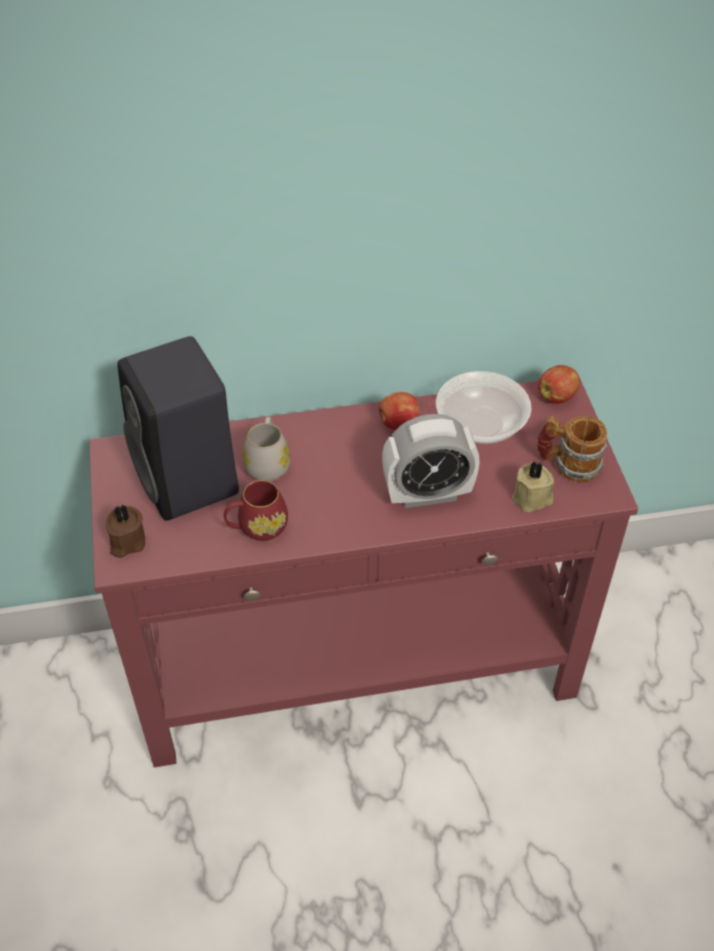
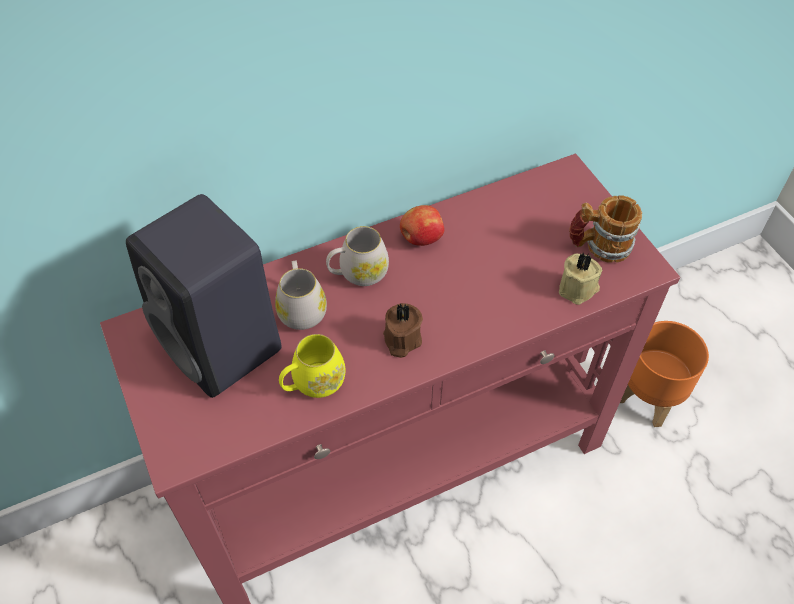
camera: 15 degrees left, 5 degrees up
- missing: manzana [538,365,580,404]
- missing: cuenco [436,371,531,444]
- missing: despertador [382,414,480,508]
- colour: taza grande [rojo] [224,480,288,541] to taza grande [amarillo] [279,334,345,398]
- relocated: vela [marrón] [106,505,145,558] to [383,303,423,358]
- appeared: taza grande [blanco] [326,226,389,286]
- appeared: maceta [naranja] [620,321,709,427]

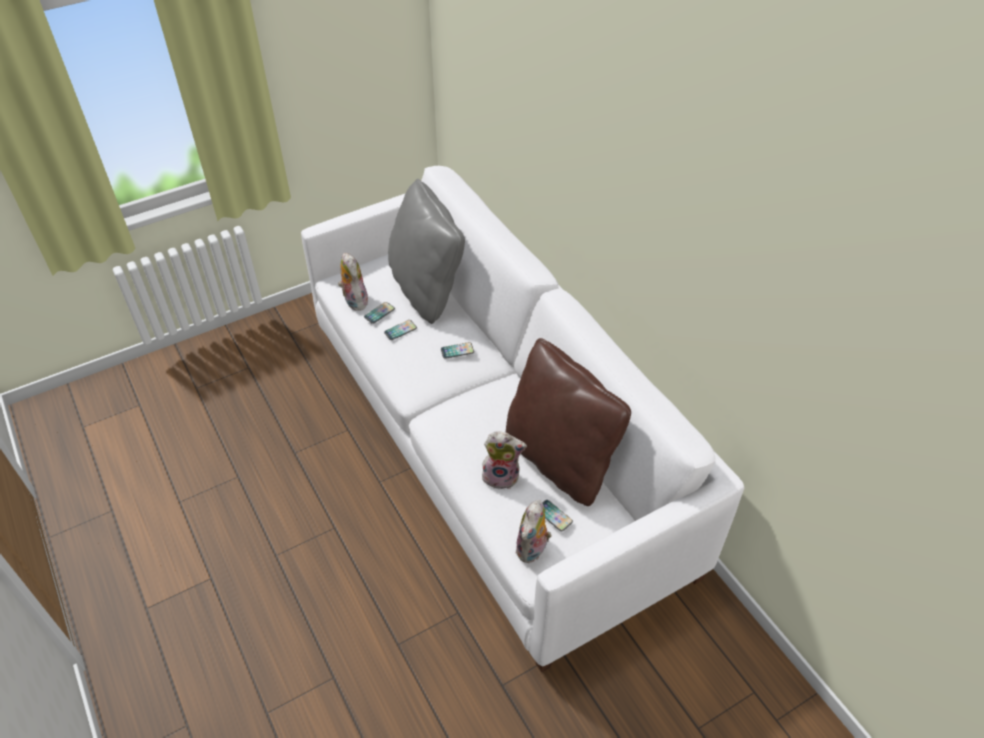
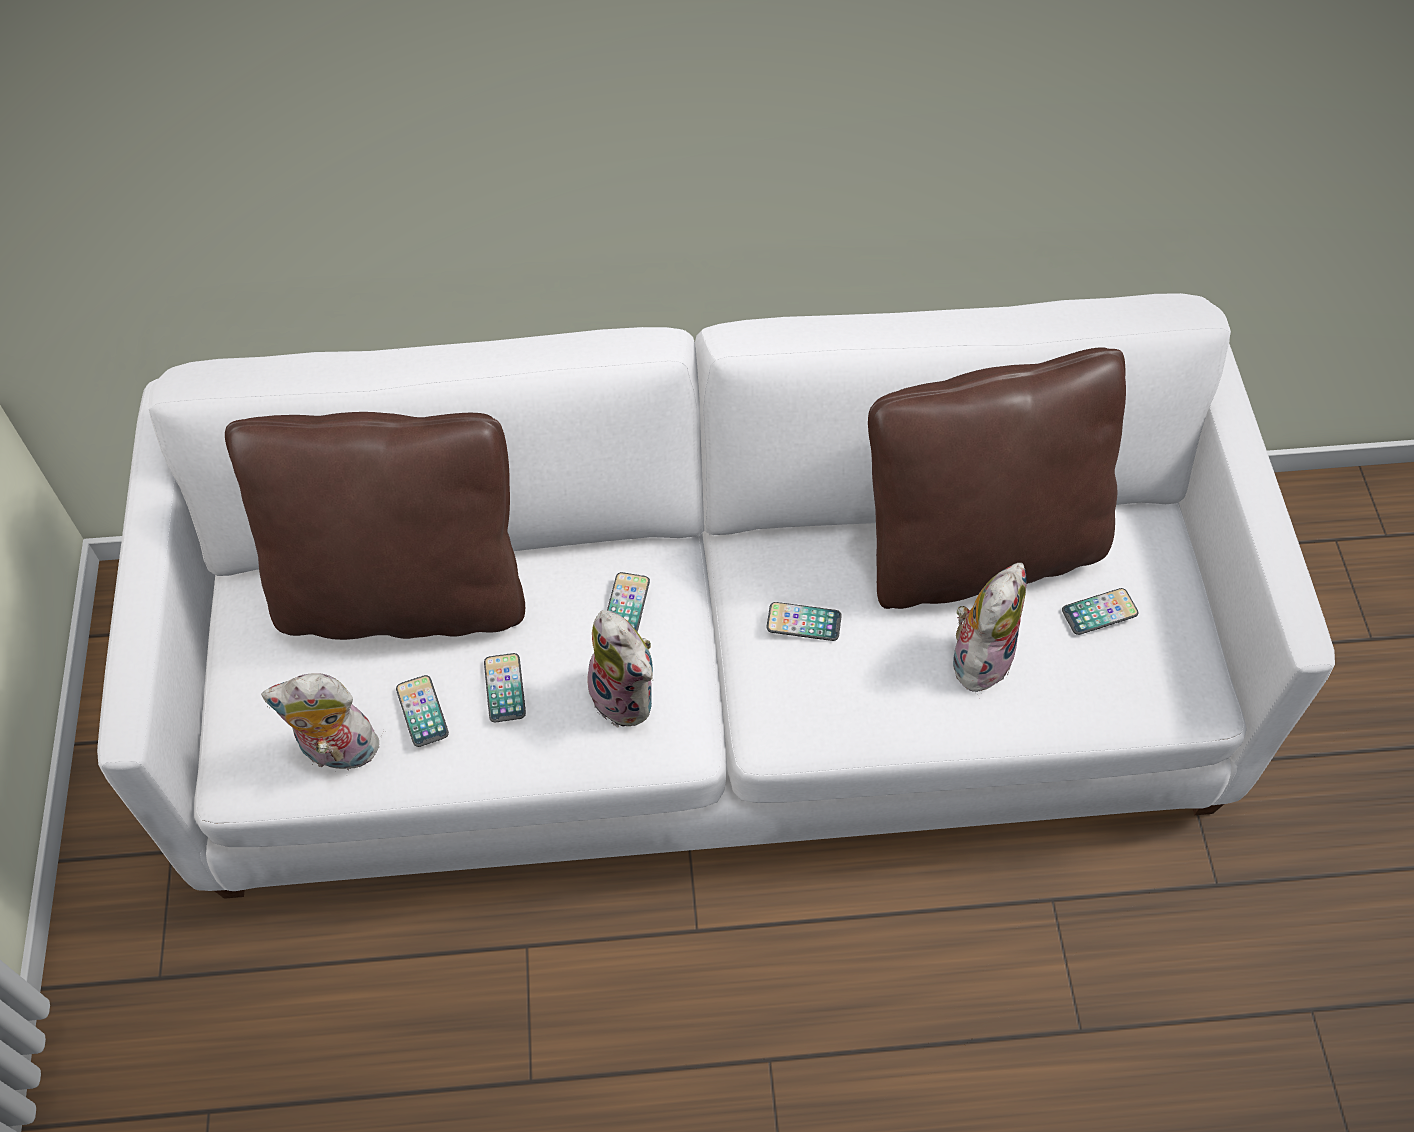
camera: 65 degrees left, 10 degrees up
- colour: cojín [gris] [388,179,465,324] to cojín [marrón] [225,412,525,640]
- relocated: peluche [515,500,552,563] to [587,610,653,728]
- appeared: móvil [767,602,842,641]

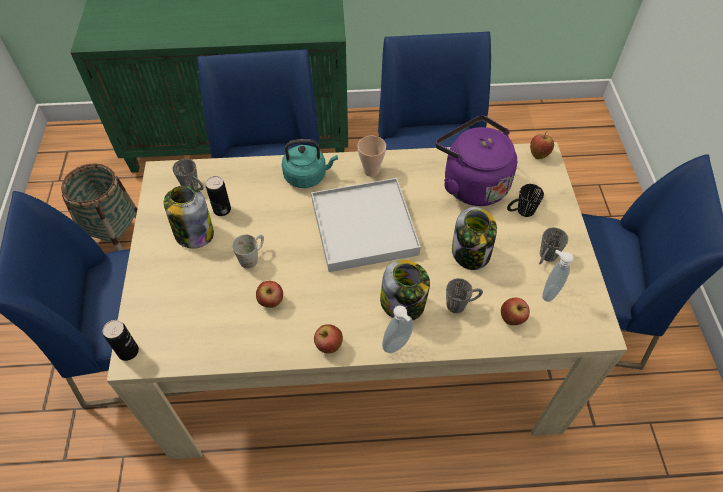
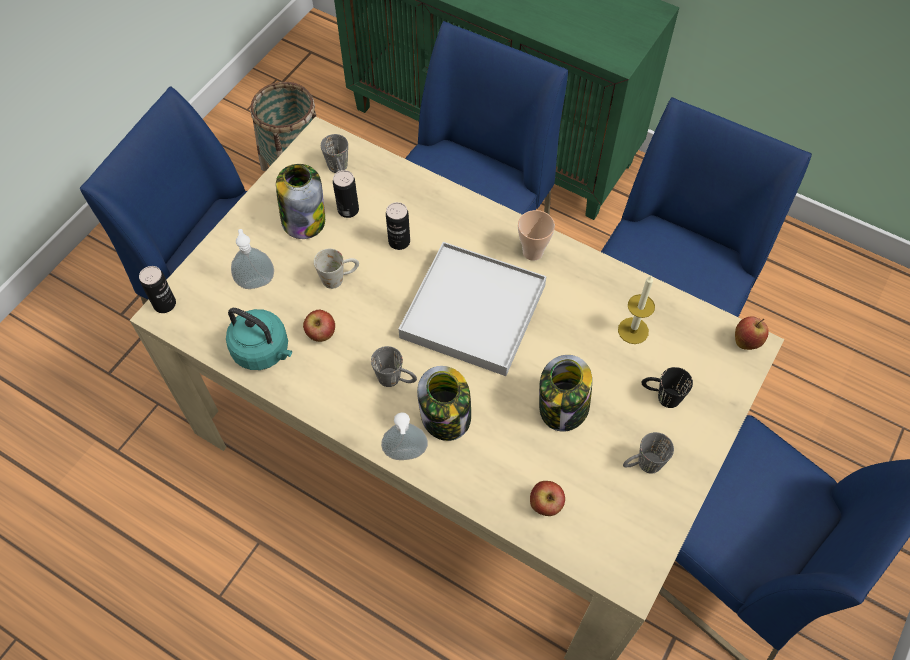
camera: 35 degrees right, 5 degrees up
- exchanged: hervidor [morado] [436,115,517,206] to vela [618,276,655,344]
- relocated: hervidor [turquesa] [282,139,338,188] to [226,308,292,370]
- relocated: dispensador de jabón [542,250,574,302] to [231,229,274,289]
- relocated: taza grande [gris] [446,278,483,313] to [371,346,417,387]
- missing: manzana [314,324,343,354]
- appeared: lata [386,202,410,250]

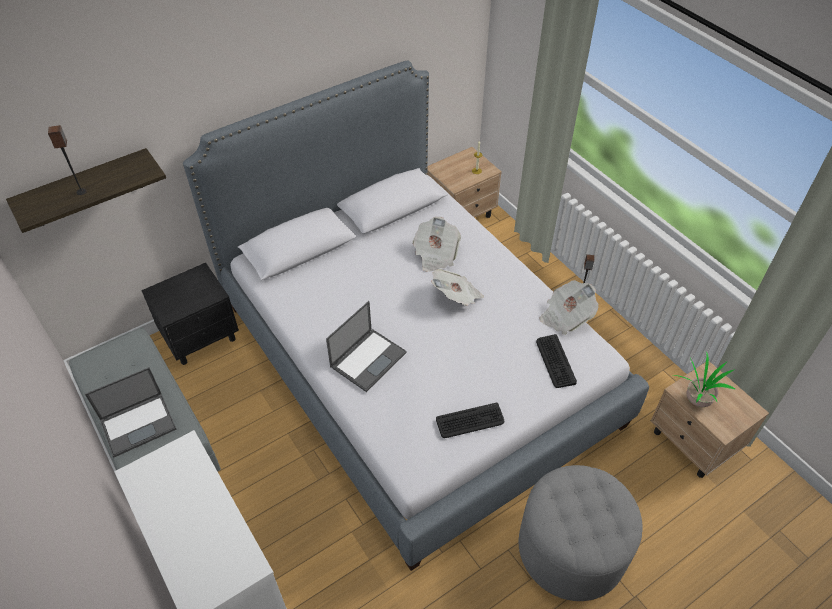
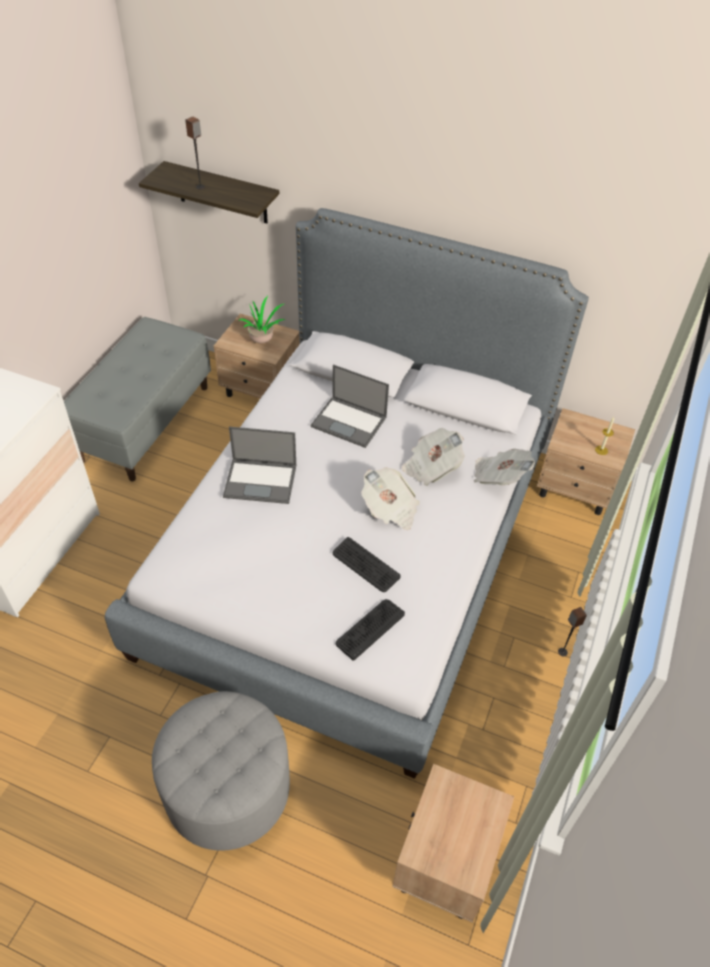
camera: 55 degrees right, 0 degrees up
- colour: mesita de noche [negro] [141,263,239,365] to mesita de noche [beis] [214,314,300,399]
- relocated: periódico [539,280,599,335] to [474,449,535,485]
- relocated: planta en maceta [675,351,735,407] to [239,296,285,343]
- relocated: portátil [85,367,177,457] to [311,364,389,448]
- relocated: teclado [436,403,504,438] to [333,537,401,592]

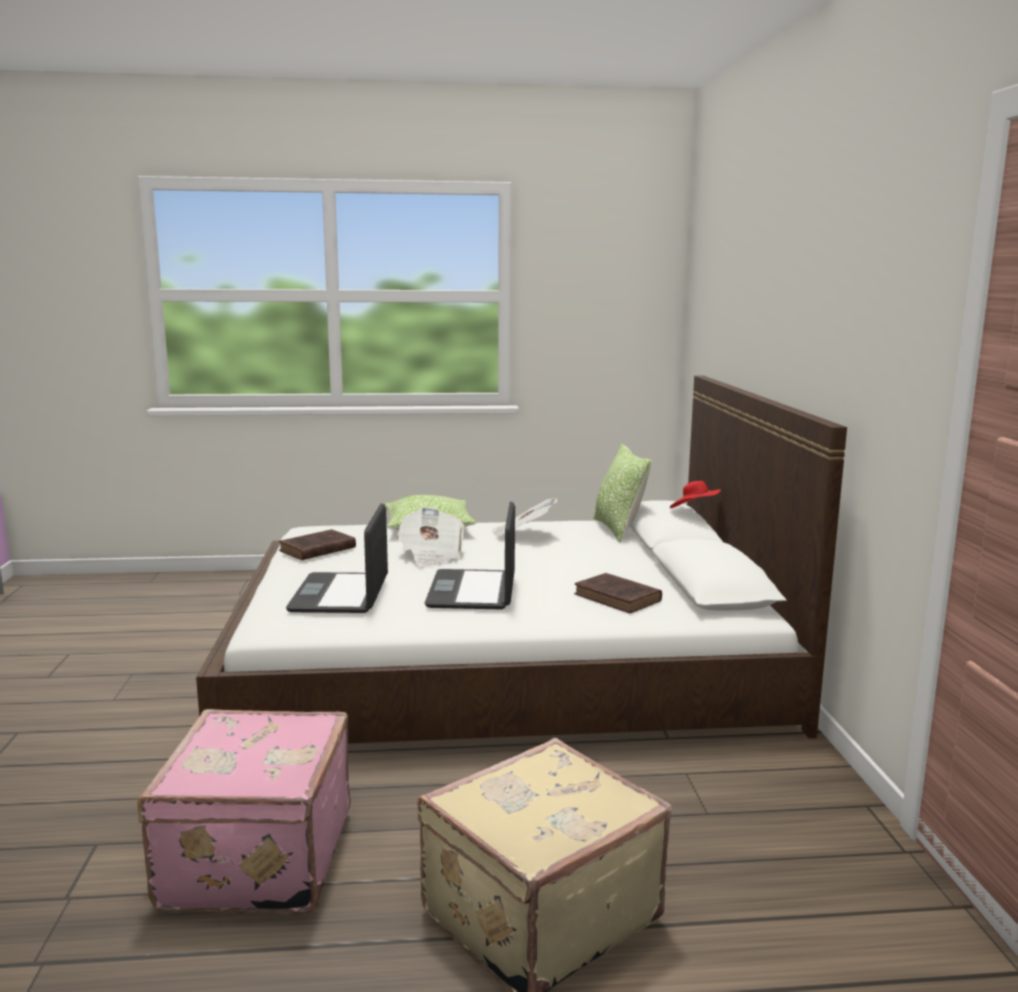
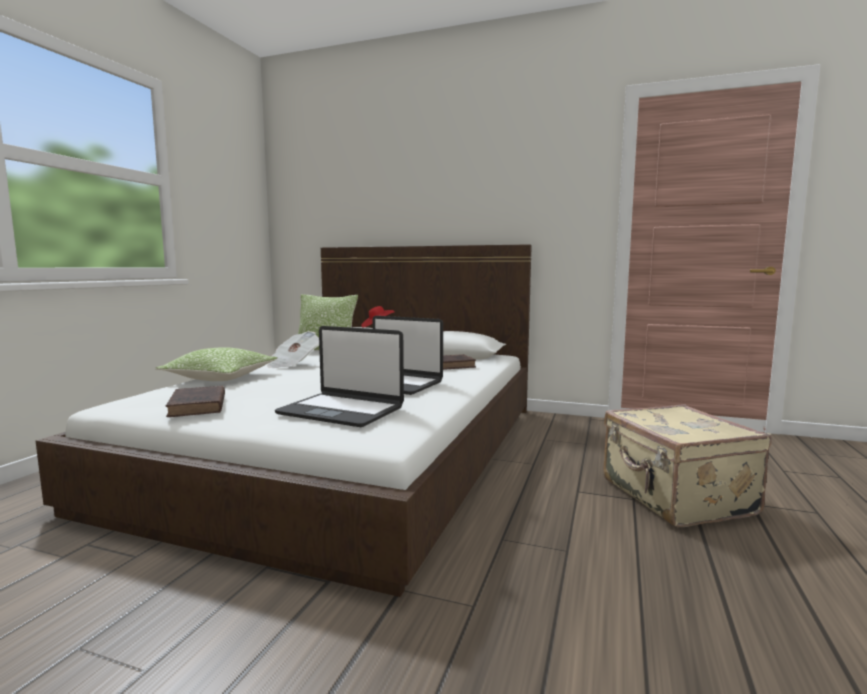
camera: 65 degrees left, 5 degrees down
- missing: periódico [397,507,464,566]
- missing: maleta [rosa] [137,709,351,914]

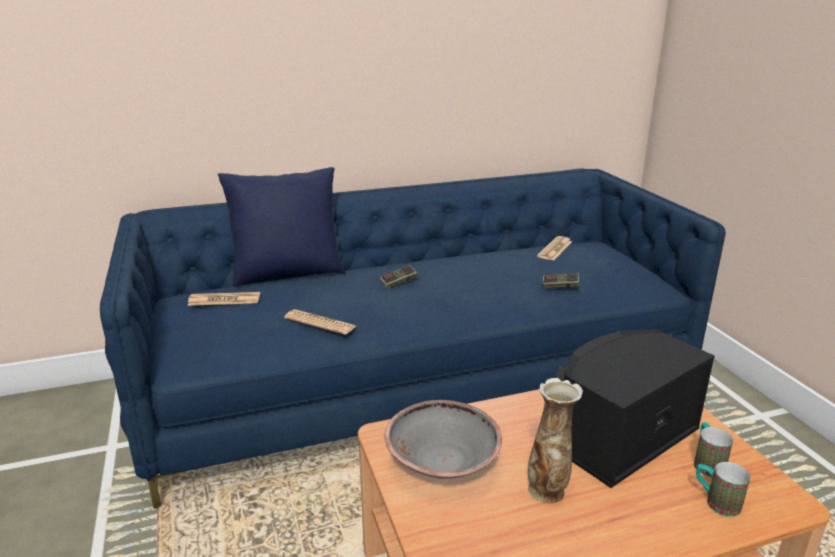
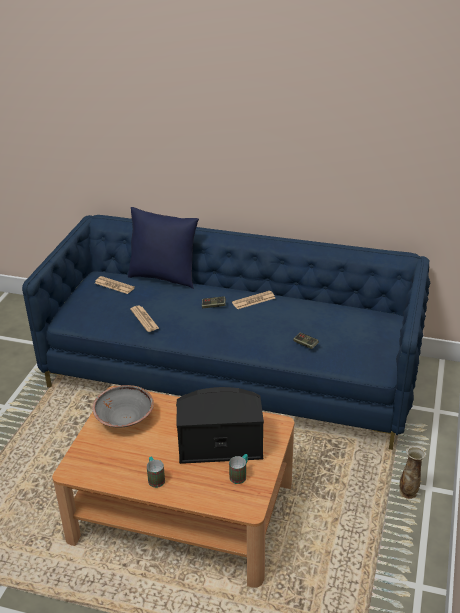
camera: 35 degrees right, 10 degrees up
- relocated: periódico [537,236,572,260] to [232,291,275,309]
- relocated: florero [528,378,583,504] to [399,445,426,499]
- relocated: taza grande [696,462,750,517] to [147,457,165,488]

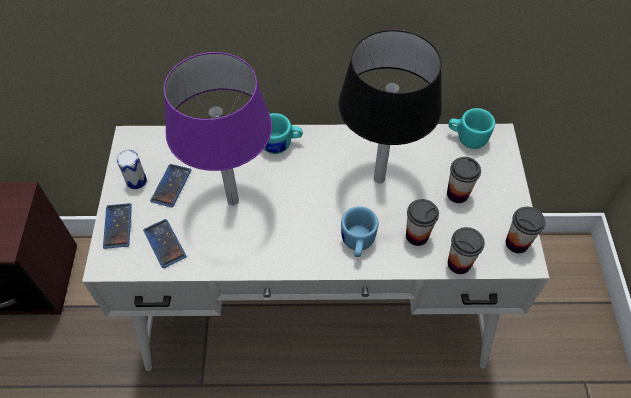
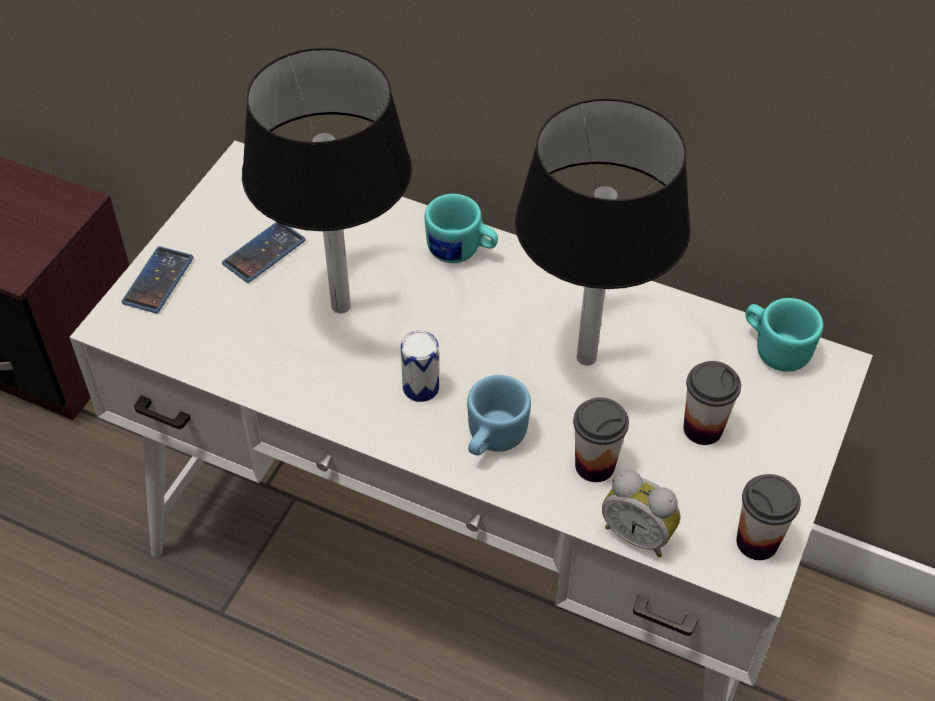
camera: 25 degrees right, 5 degrees down
- colour: lámpara de mesa [morado] [164,52,272,205] to lámpara de mesa [negro] [242,48,412,313]
- relocated: lata [117,150,147,189] to [401,331,439,402]
- missing: móvil [143,219,186,268]
- exchanged: taza [448,227,485,274] to despertador [602,470,681,557]

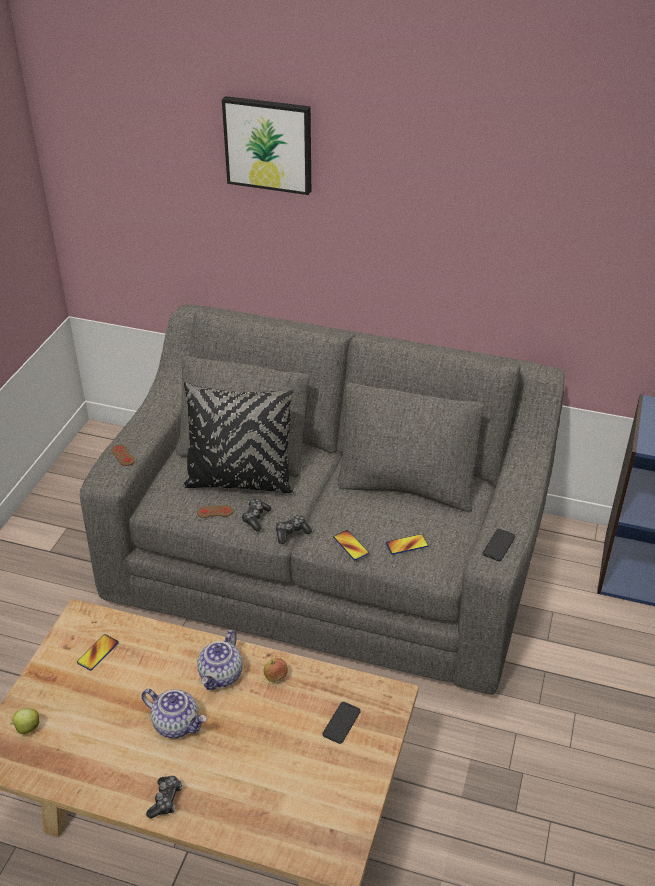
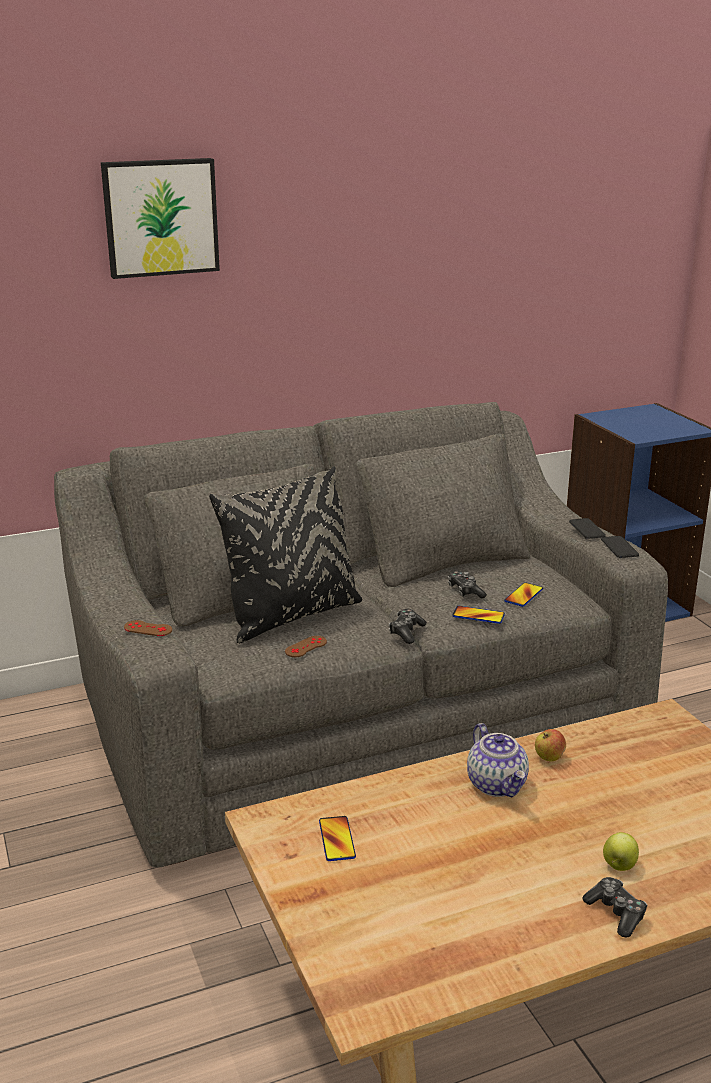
camera: 40 degrees left, 15 degrees down
- relocated: mando de consola [241,499,271,531] to [448,571,487,598]
- missing: tetera [141,689,207,738]
- relocated: móvil [322,702,361,744] to [569,518,606,539]
- relocated: manzana [11,708,39,734] to [603,832,639,871]

